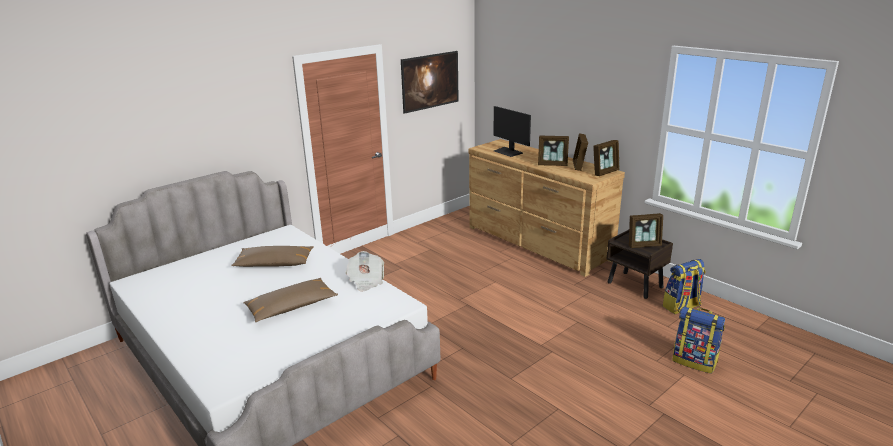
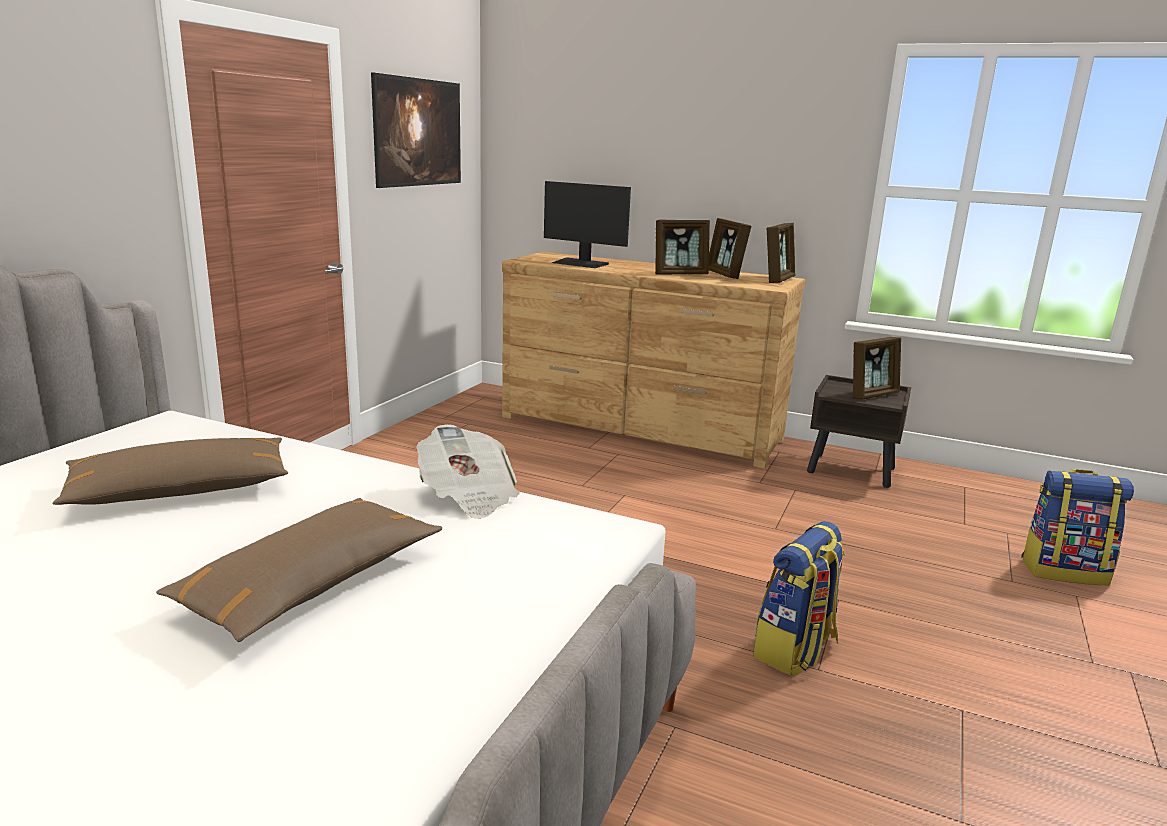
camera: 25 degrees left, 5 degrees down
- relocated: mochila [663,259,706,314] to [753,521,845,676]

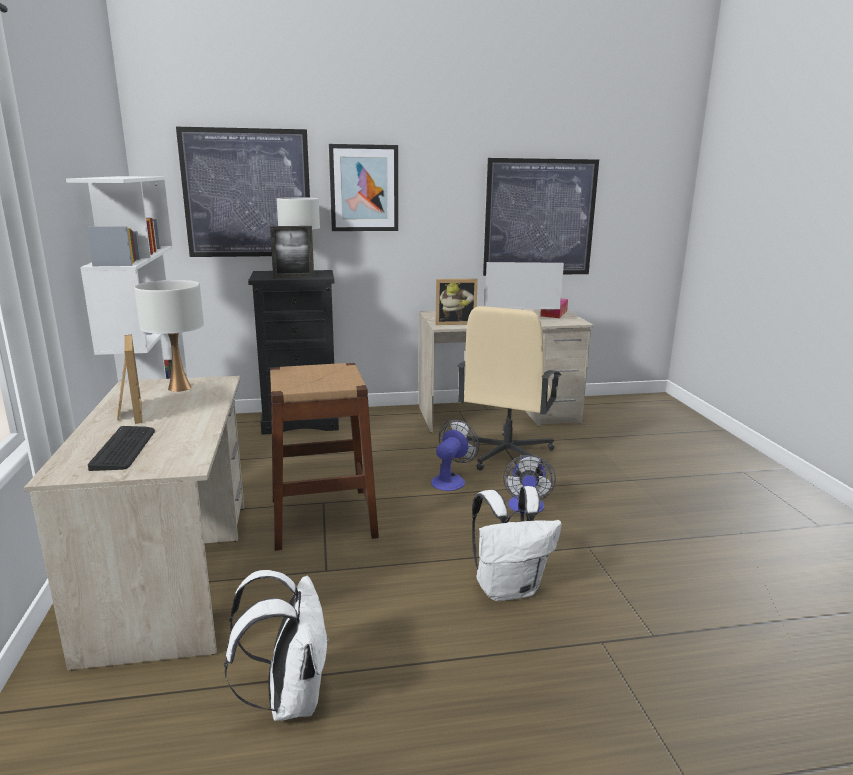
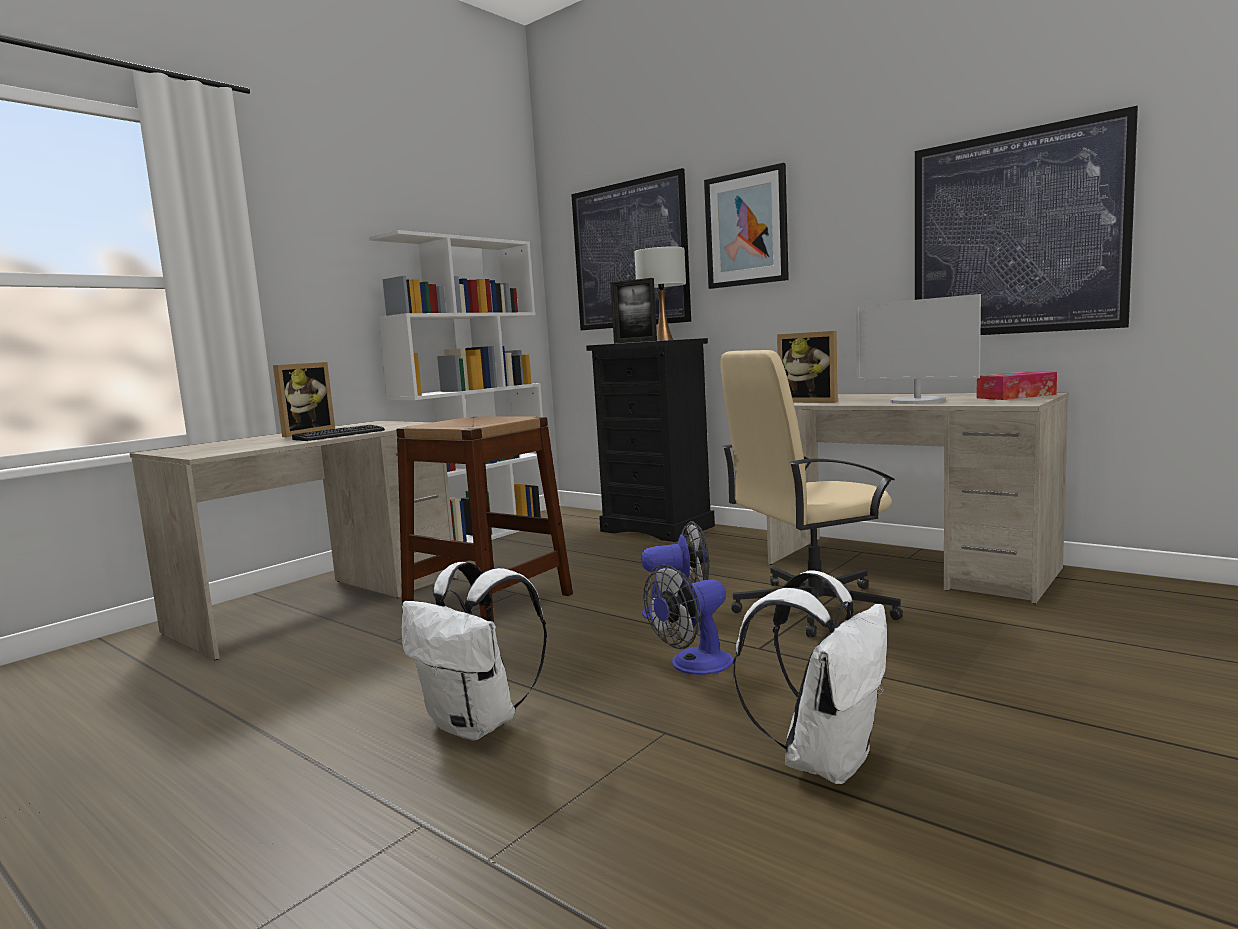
camera: 50 degrees right, 10 degrees down
- missing: lámpara de mesa [blanco] [134,280,204,392]
- relocated: teclado [88,426,155,471] to [292,425,385,441]
- relocated: mochila [blanco] [224,570,329,721] to [733,570,887,784]

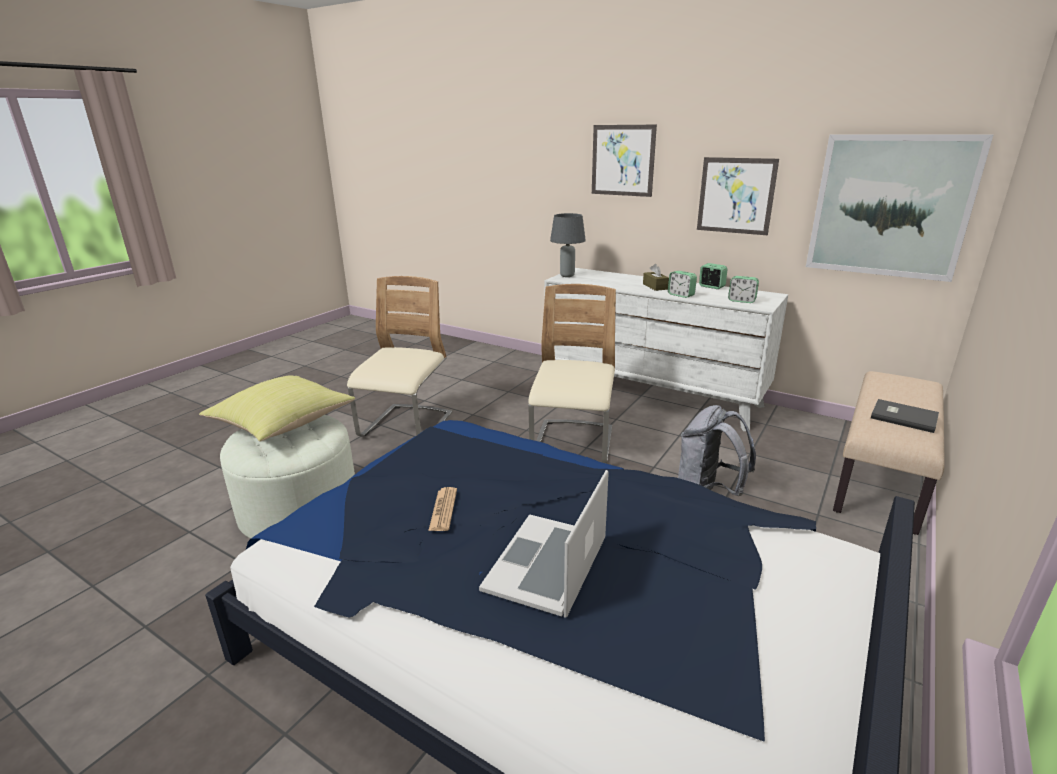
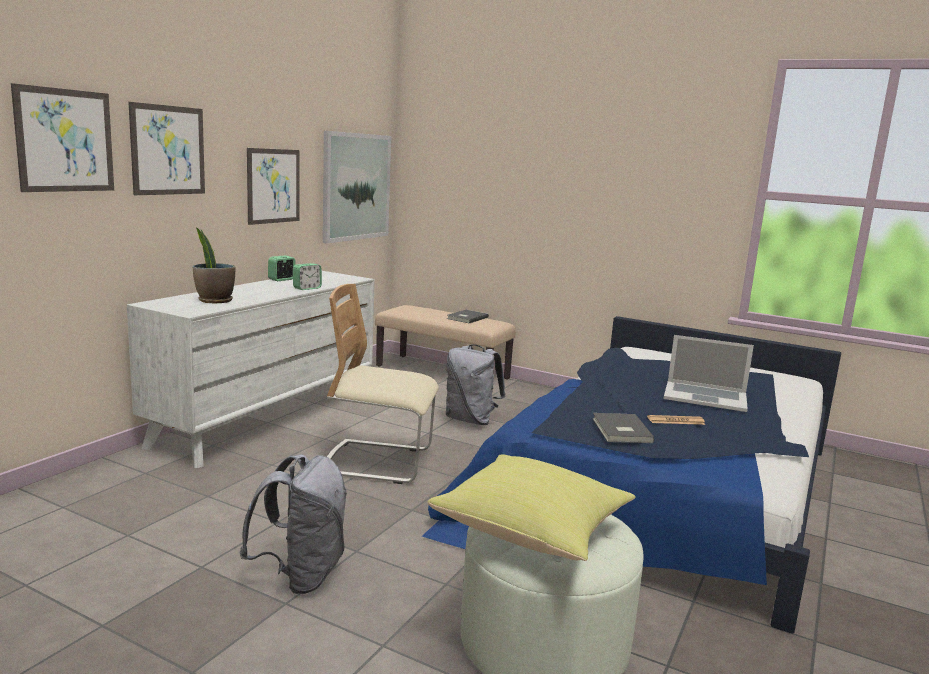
camera: 95 degrees left, 10 degrees down
- missing: lámpara de mesa [gris] [550,213,586,277]
- missing: caja de pañuelos [marrón] [643,264,669,291]
- exchanged: silla [beis] [347,276,452,437] to mochila [gris] [239,454,347,594]
- missing: despertador [728,276,759,303]
- appeared: cuadro [11,83,114,192]
- appeared: planta en maceta [192,228,235,303]
- appeared: libro [gris] [592,413,655,443]

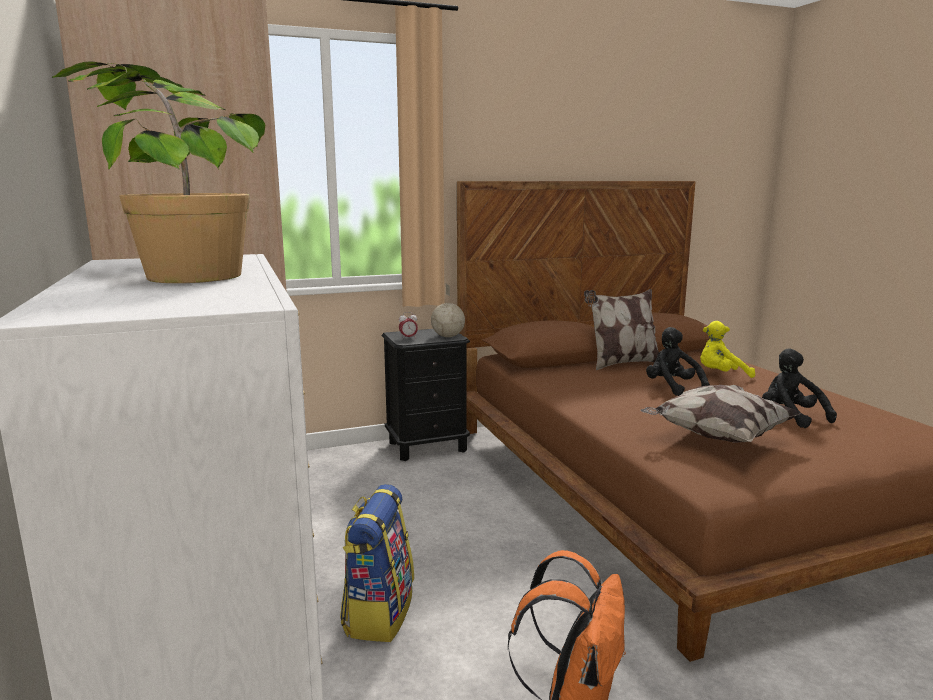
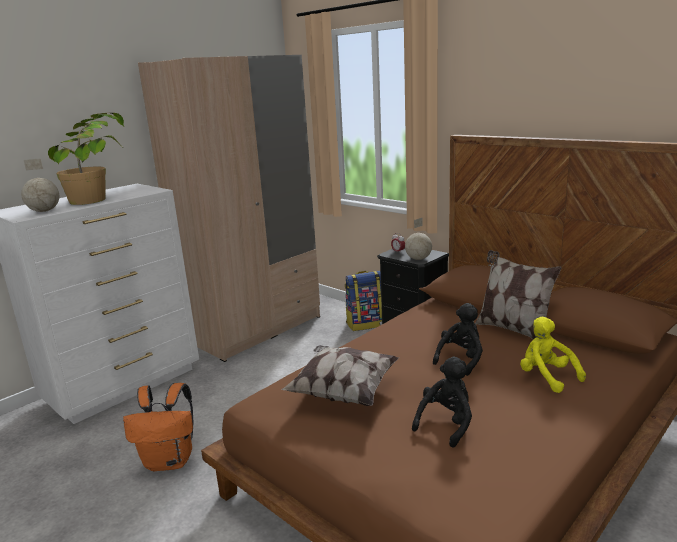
camera: 65 degrees right, 5 degrees up
- relocated: mochila [340,484,414,642] to [345,271,382,331]
- appeared: globo terráqueo [21,158,59,212]

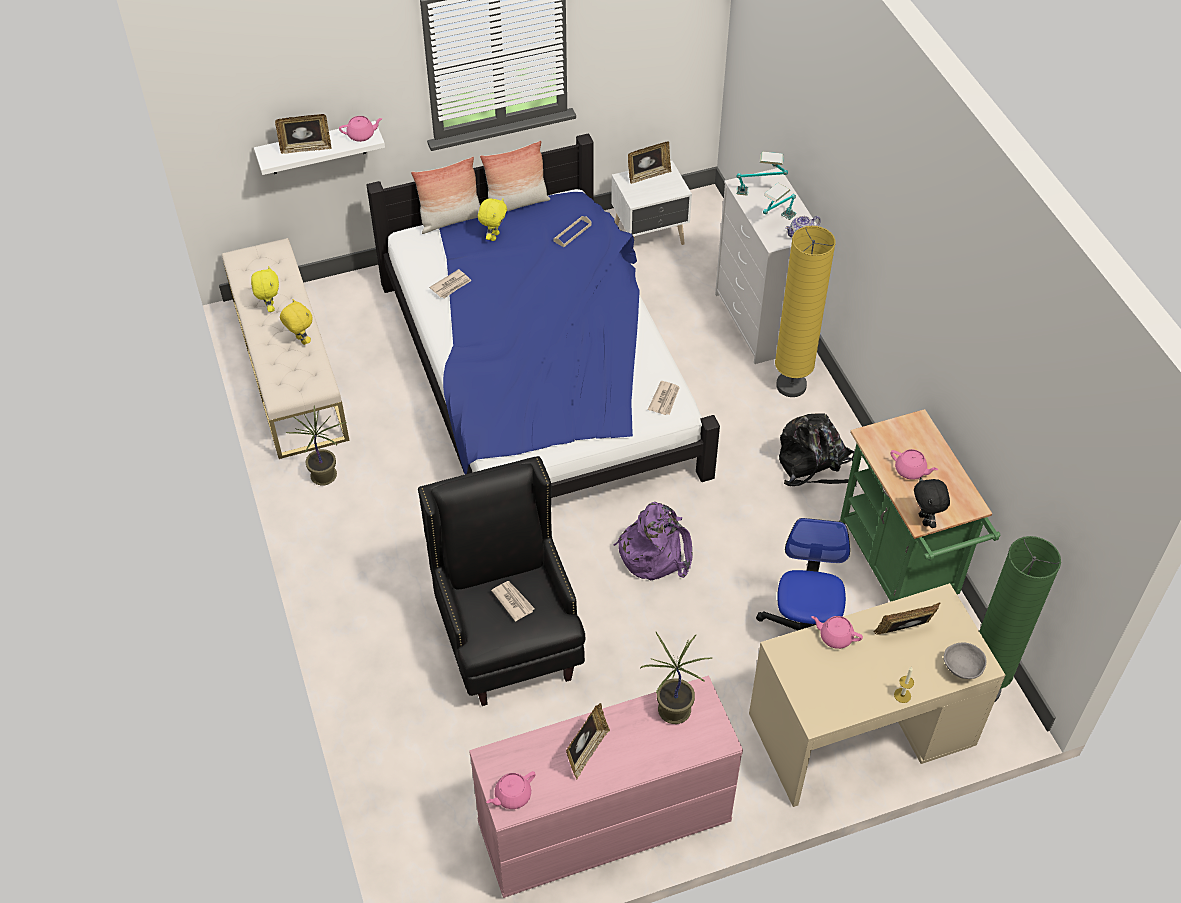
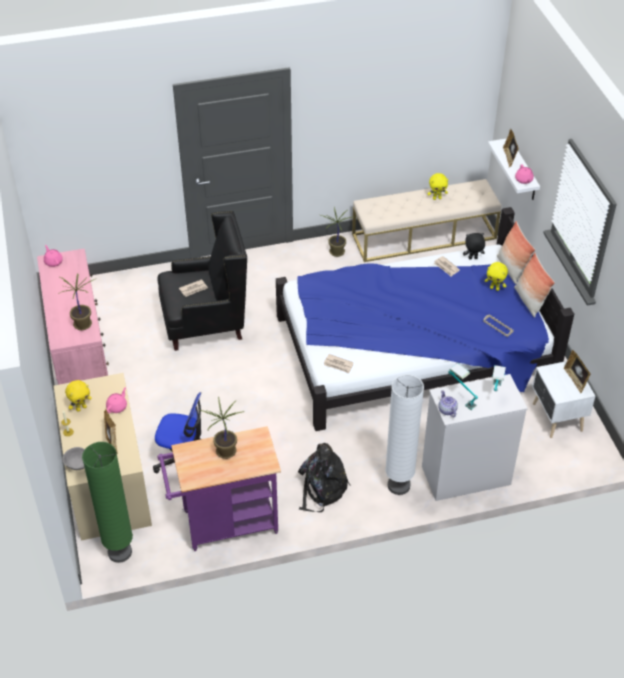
camera: 95 degrees right, 5 degrees down
- colour: lámpara de pie [amarillo] [775,226,836,397] to lámpara de pie [blanco] [385,374,424,495]
- relocated: peluche [amarillo] [280,299,313,345] to [65,380,92,412]
- colour: carrito [verde] [839,409,1000,602] to carrito [morado] [157,426,281,551]
- exchanged: tetera [rosa] [890,449,938,480] to planta en maceta [198,396,245,459]
- relocated: peluche [negro] [914,477,950,528] to [463,233,485,260]
- missing: mochila [morado] [613,502,693,580]
- missing: portarretratos [566,703,610,779]

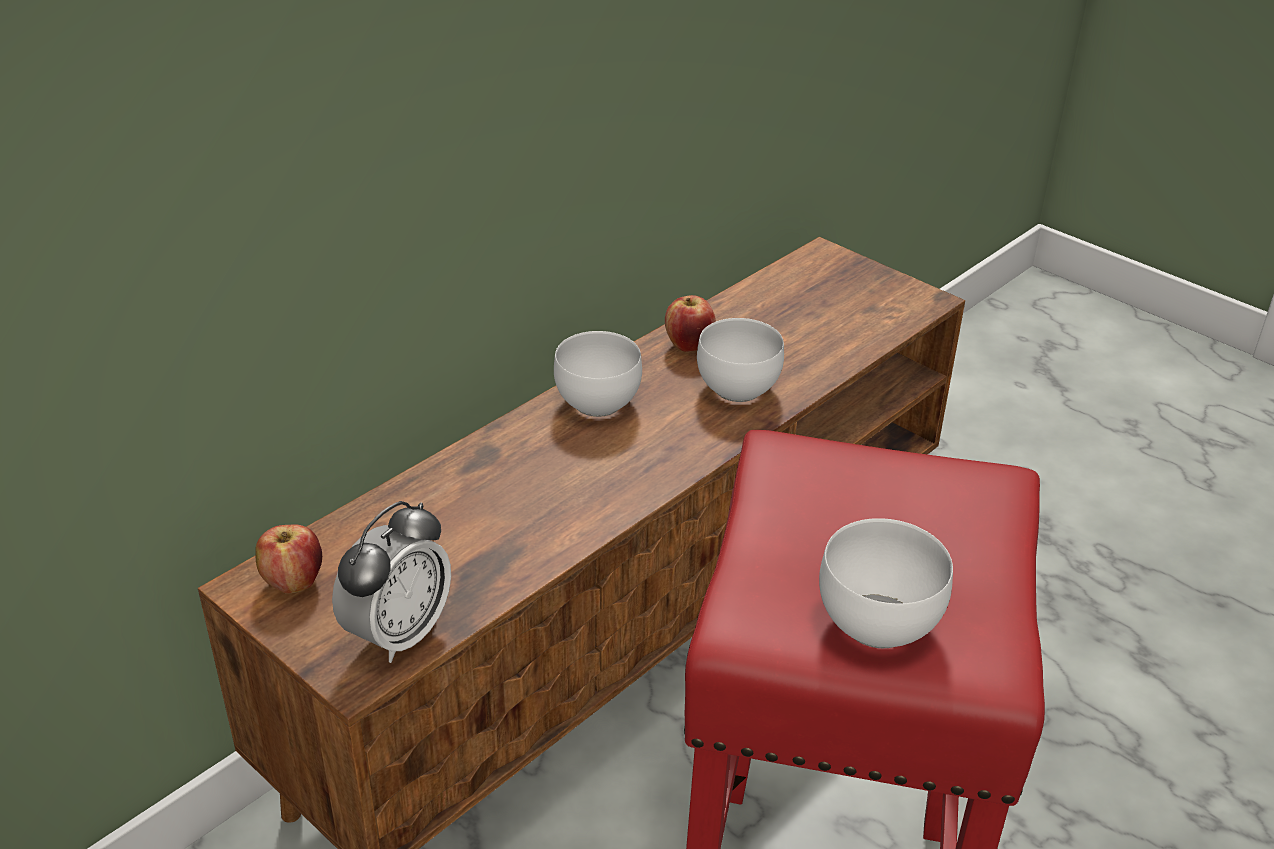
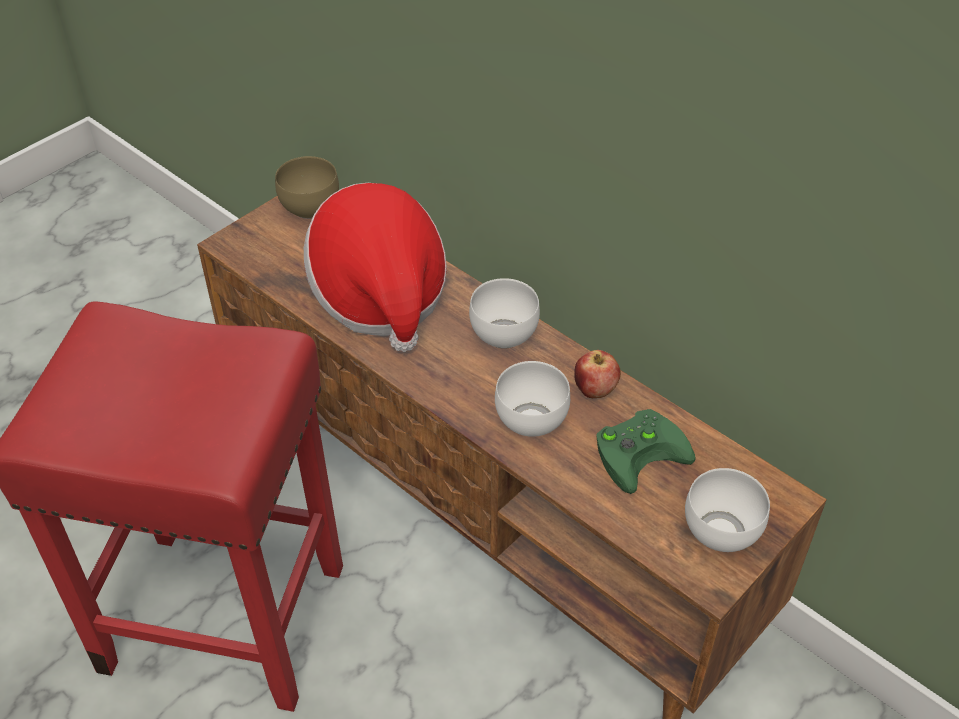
camera: 90 degrees right, 10 degrees up
- missing: despertador [332,501,451,663]
- relocated: cuenco [blanco] [819,518,953,648] to [685,468,770,552]
- exchanged: manzana [255,524,322,594] to cuenco [marrón] [275,156,339,219]
- appeared: sombrero [304,183,447,352]
- appeared: mando de consola [verde] [596,409,695,494]

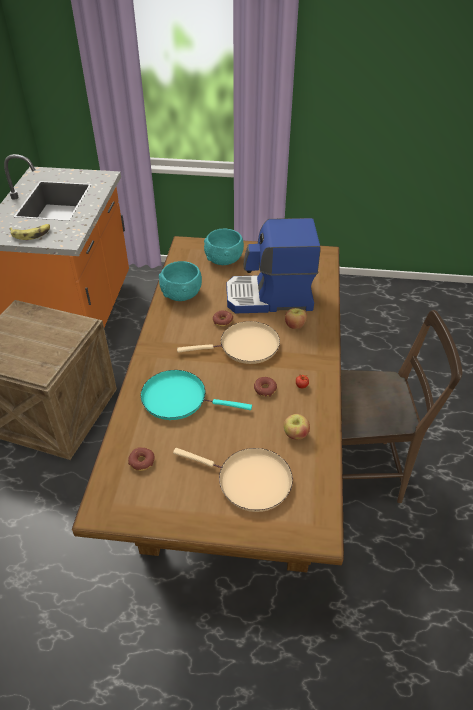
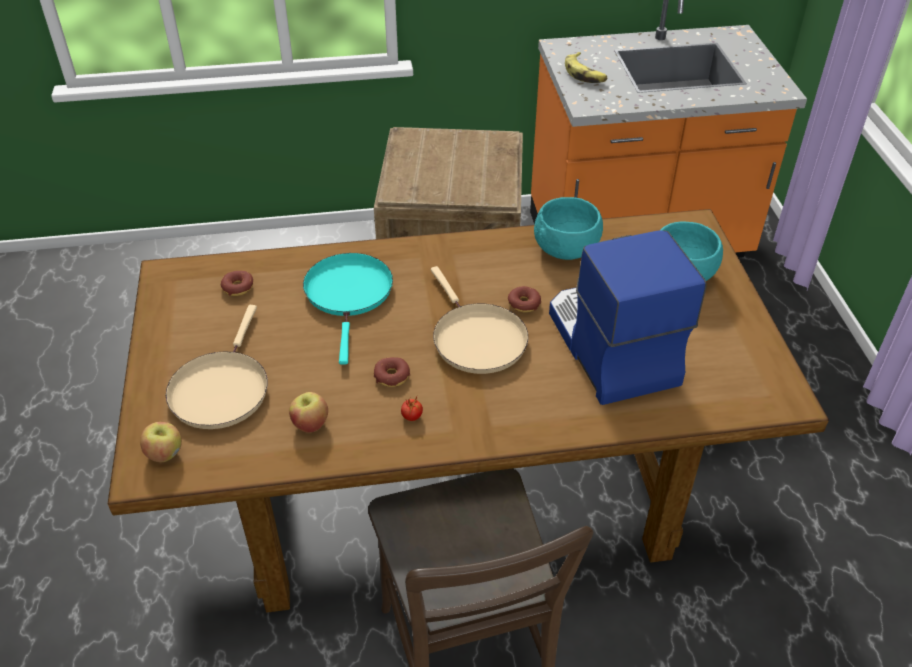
camera: 75 degrees right, 0 degrees up
- relocated: manzana [285,308,307,329] to [140,422,182,462]

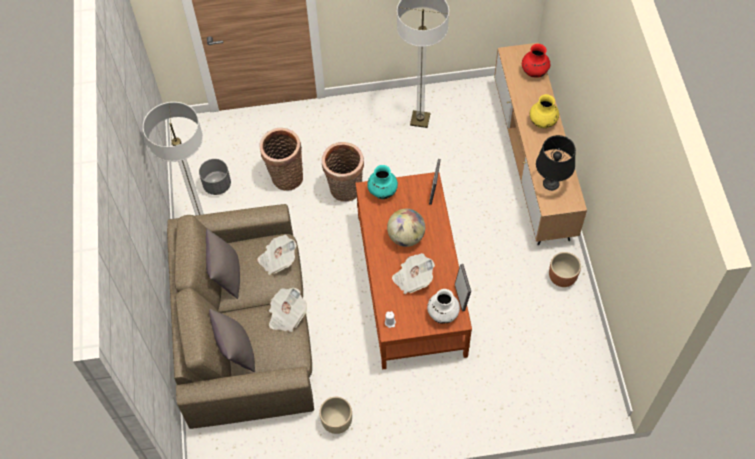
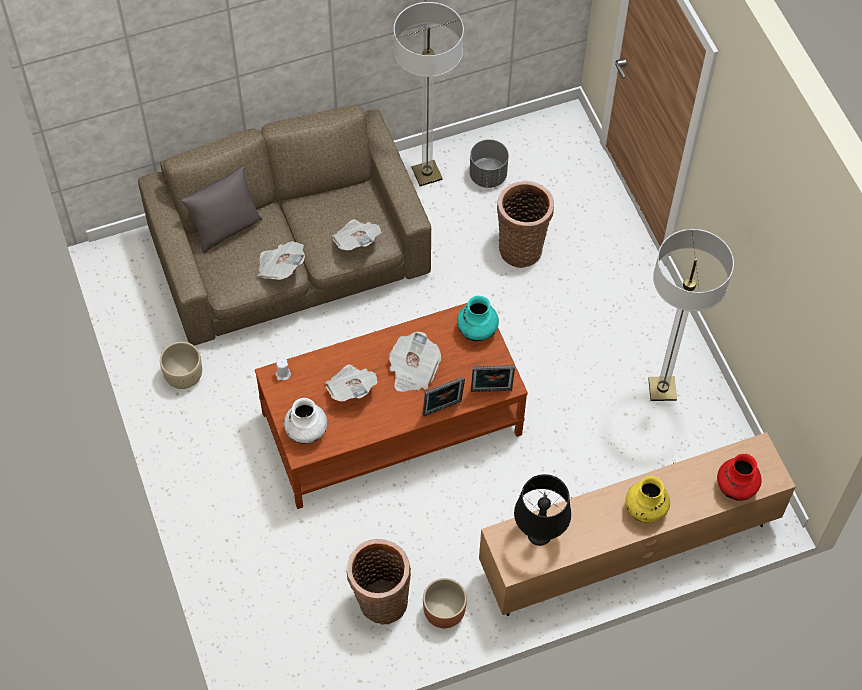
camera: 75 degrees right, 0 degrees up
- relocated: cesta [322,142,364,202] to [346,539,411,624]
- exchanged: globo terráqueo [387,209,425,247] to periódico [389,332,441,392]
- missing: cojín [gris] [206,229,240,299]
- relocated: portarretratos [455,264,471,311] to [422,376,465,417]

